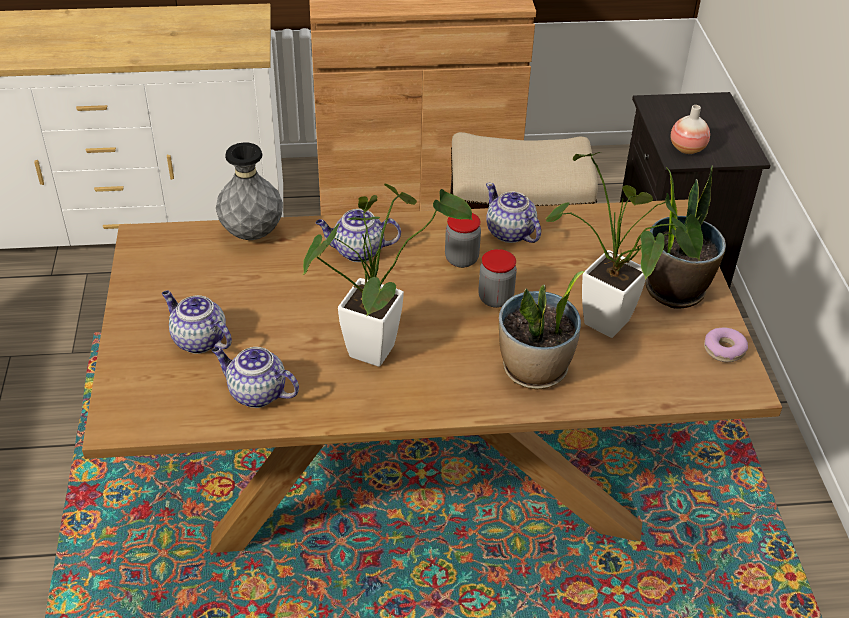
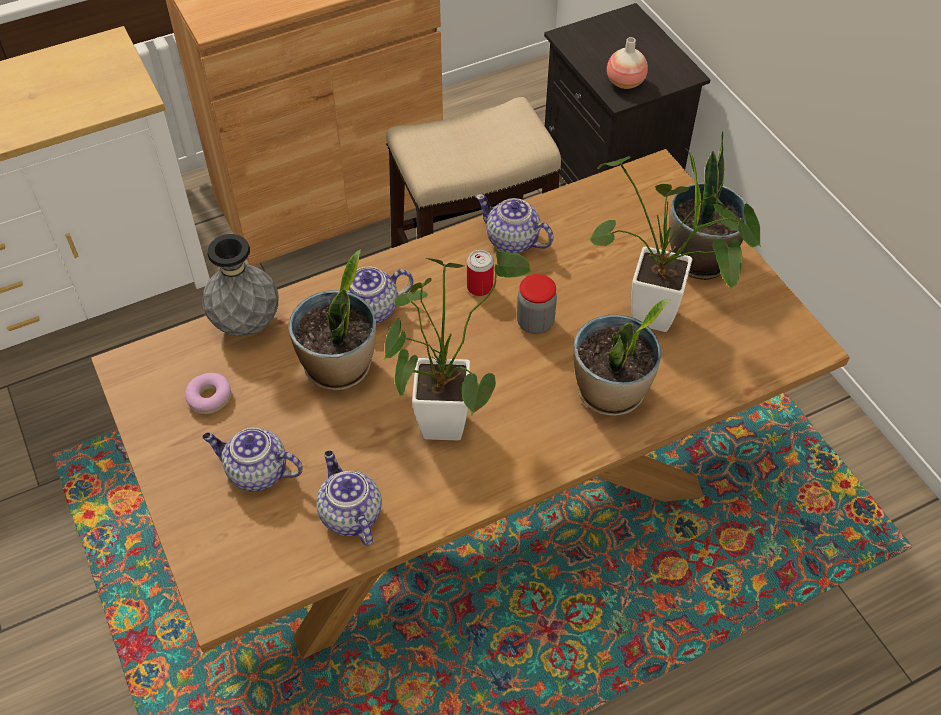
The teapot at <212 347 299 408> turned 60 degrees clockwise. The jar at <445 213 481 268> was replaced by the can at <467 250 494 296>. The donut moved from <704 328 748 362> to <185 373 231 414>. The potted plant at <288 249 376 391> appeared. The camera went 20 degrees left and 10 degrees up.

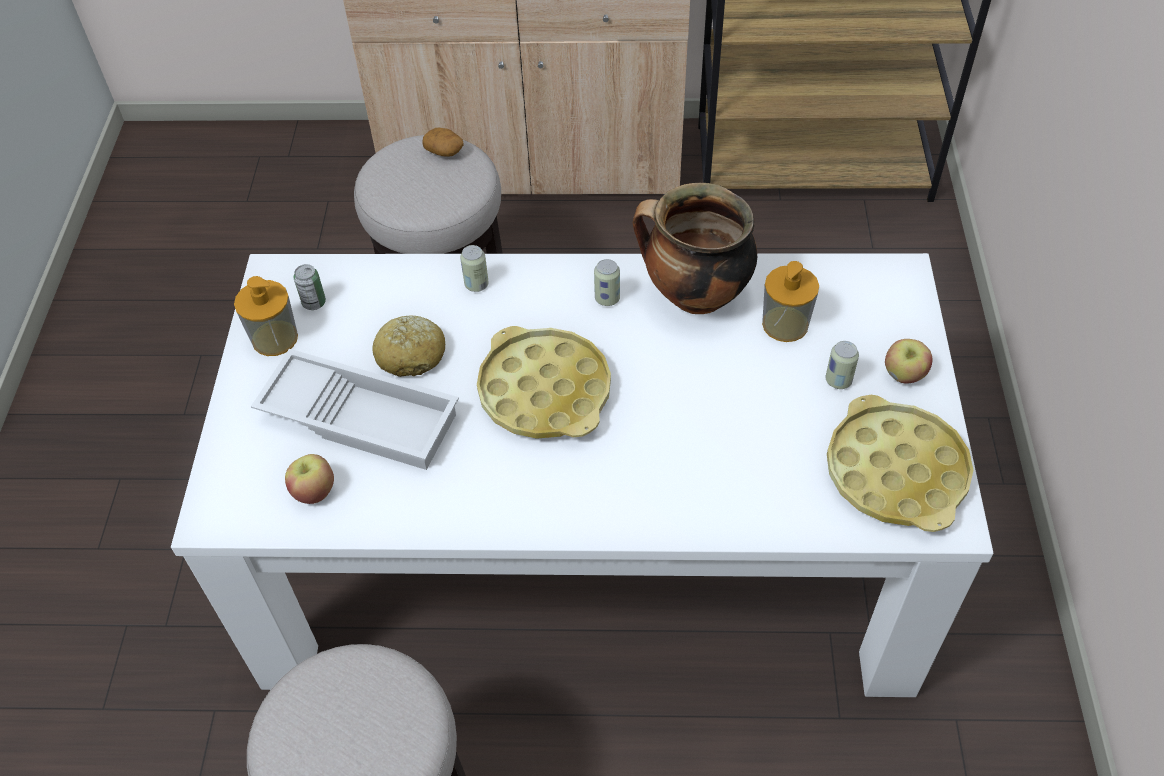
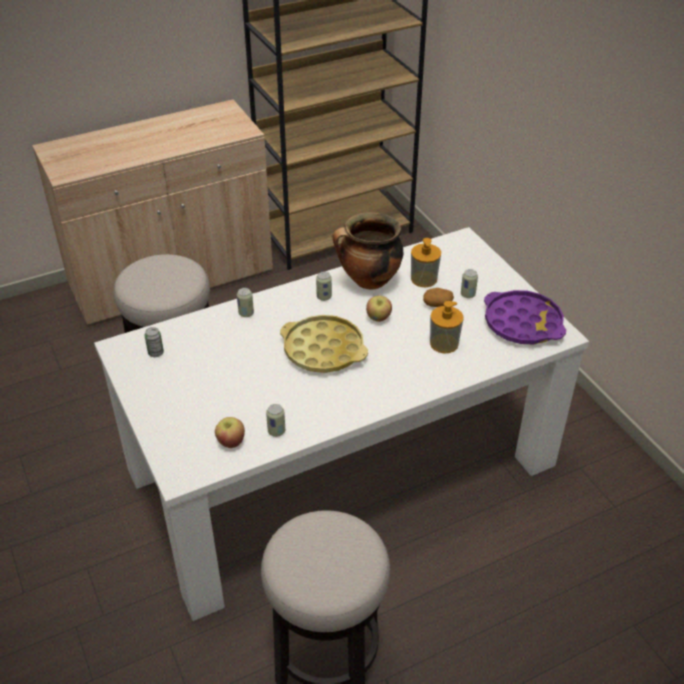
The soap dispenser moved from <234 276 298 356> to <430 301 464 353>. The white tray at <251 349 459 470> disappeared. The bread at <373 315 445 377> disappeared. The potato moved from <422 128 464 157> to <423 288 454 307>. The yellow tray at <827 395 973 532> became the purple tray at <484 290 566 344>. The apple moved from <885 339 932 384> to <366 296 392 322>. The can at <266 404 285 437> appeared. The camera went 30 degrees left and 10 degrees down.

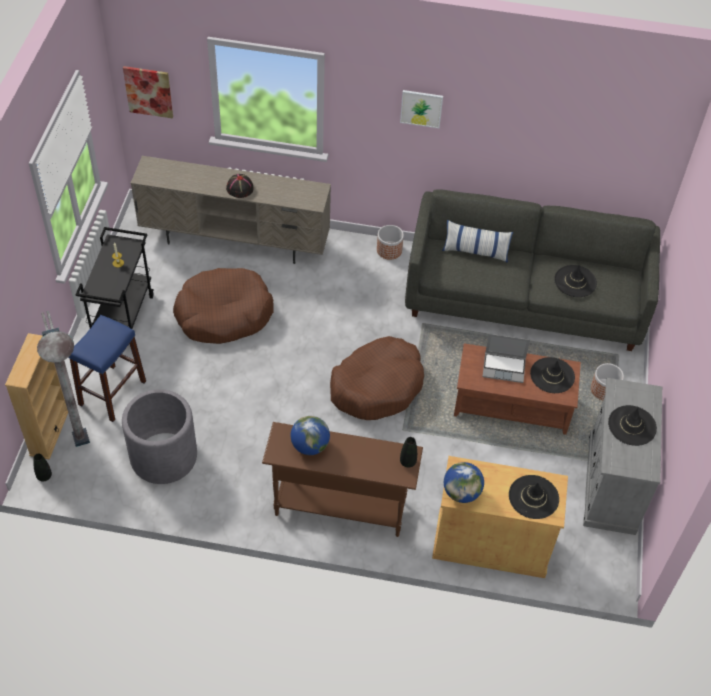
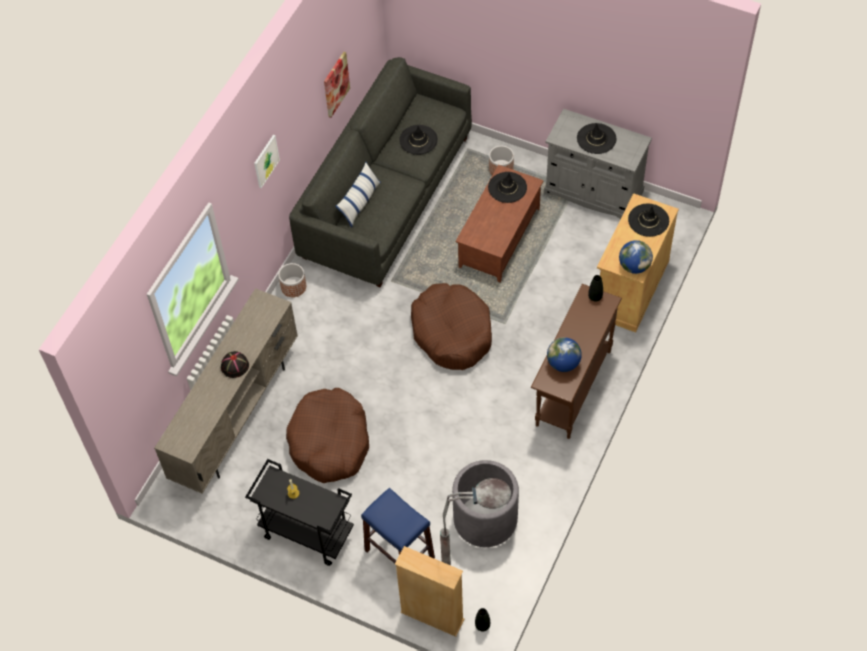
The picture moved from <123 66 173 118> to <324 52 350 118>. The laptop at <482 334 530 383> disappeared. The camera went 70 degrees left and 5 degrees up.

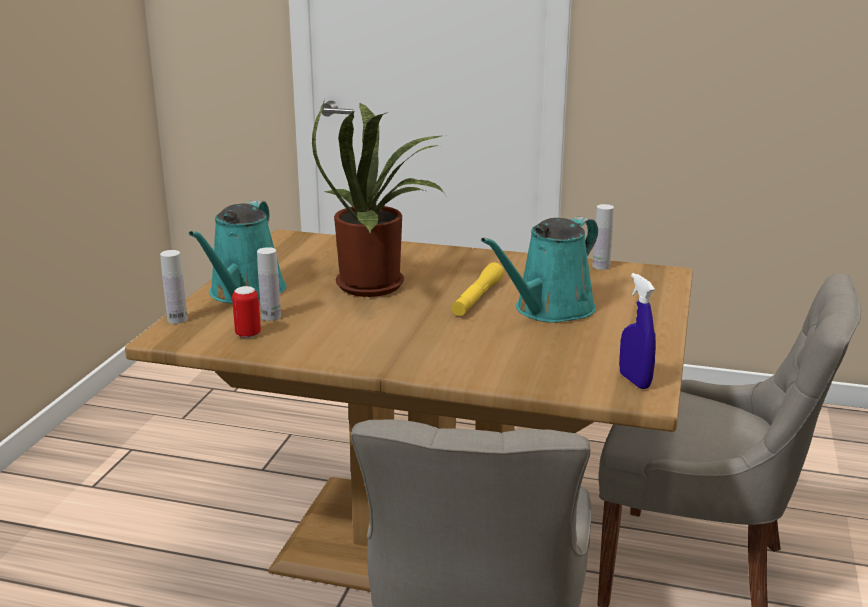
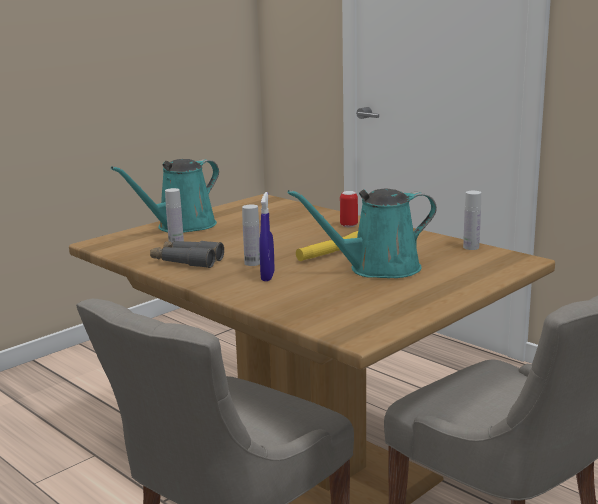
The white bottle moved from <160 250 188 324> to <242 205 260 266>. The can moved from <232 286 261 338> to <340 191 358 227>. The potted plant at <312 99 445 297> disappeared. The blue spray bottle moved from <619 273 656 389> to <260 192 275 281>. The grey binoculars at <150 241 224 268> appeared. The camera went 30 degrees right and 5 degrees down.

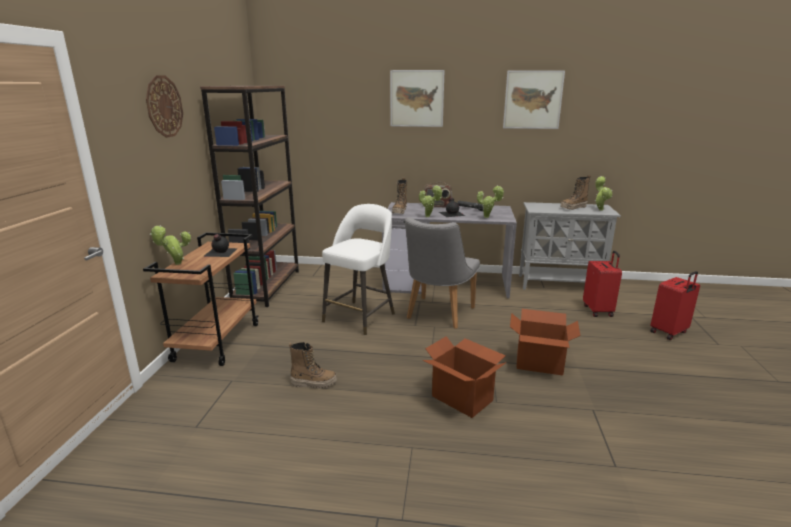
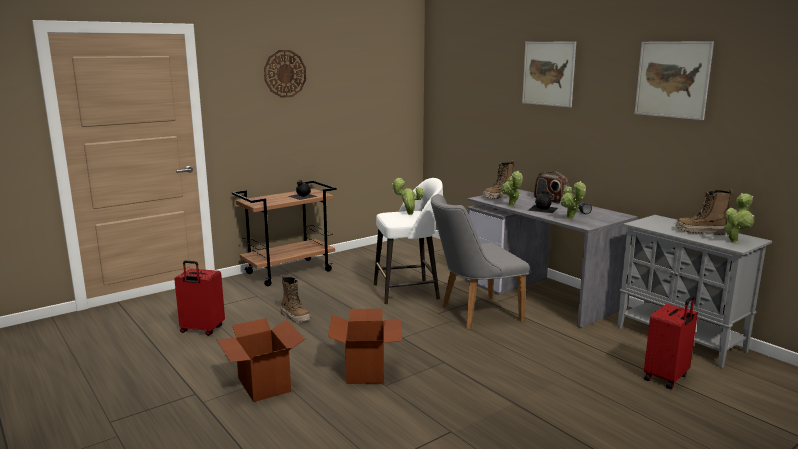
The potted plant moved from <150 225 191 265> to <392 178 424 215>. The brown bookcase at <200 86 299 307> disappeared. The cardboard box moved from <510 309 581 376> to <217 318 305 402>. The red suitcase moved from <650 271 700 340> to <174 261 225 336>. The camera went 45 degrees right and 5 degrees down.

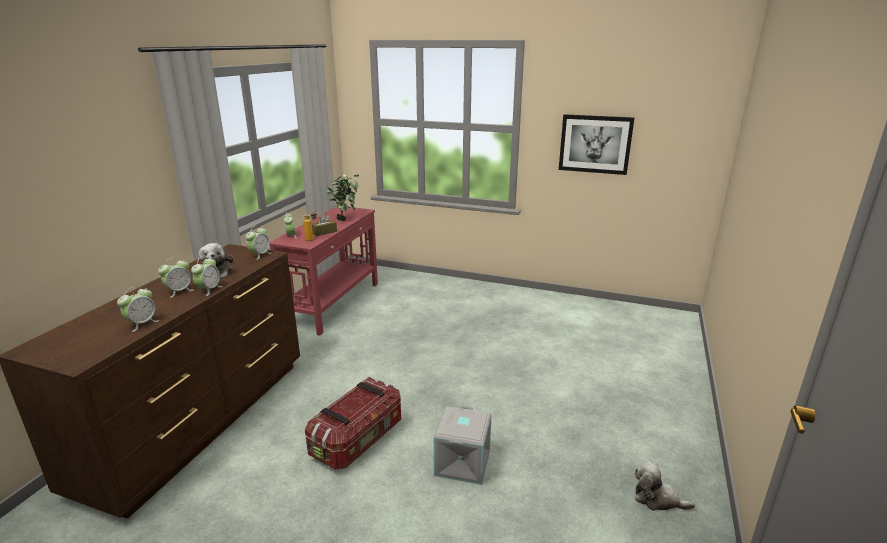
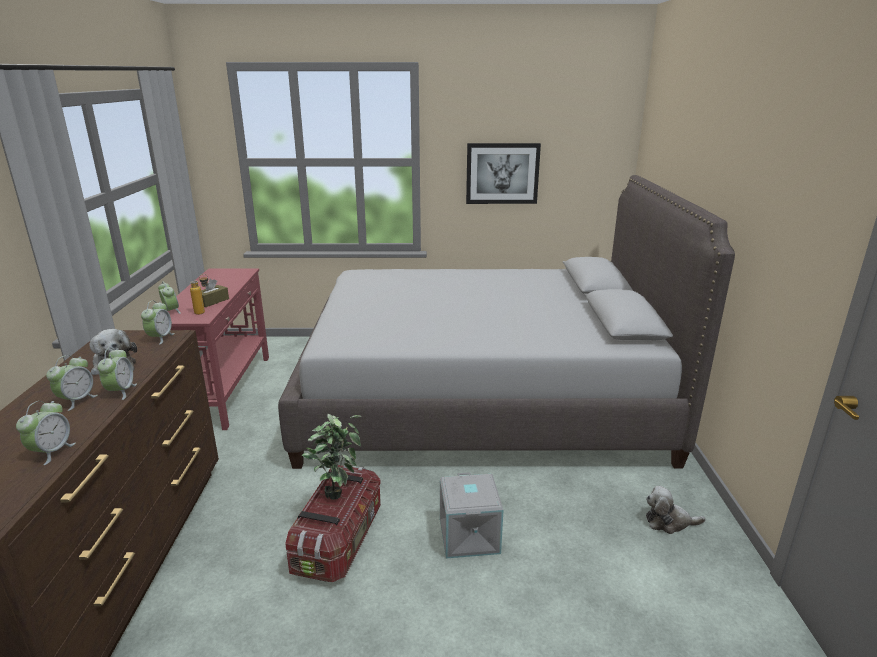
The potted plant moved from <326 174 359 221> to <302 414 361 500>. The grey bed at <278 175 735 469> appeared. The camera went 20 degrees left and 0 degrees up.

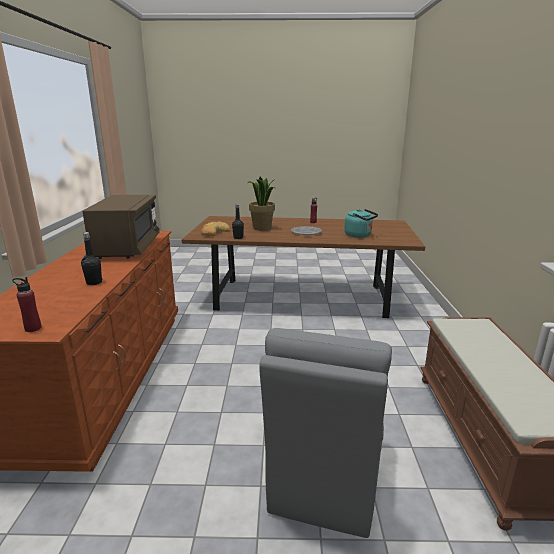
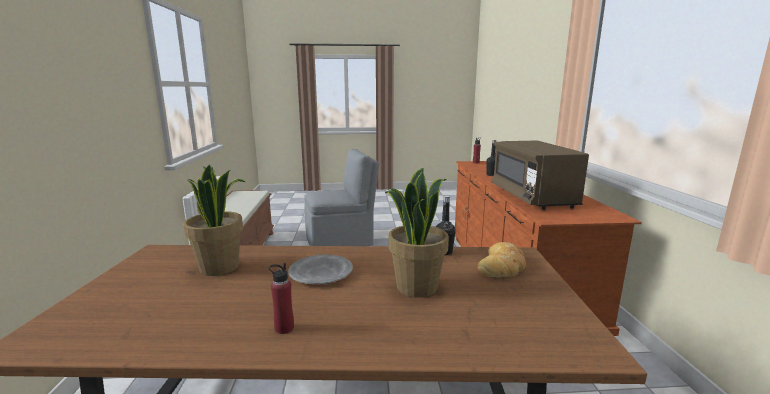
The grey chair at <259 328 392 538> turned 60 degrees clockwise. The turquoise kettle at <345 209 378 238> was replaced by the potted plant at <183 165 245 276>. The camera went 175 degrees right and 5 degrees down.

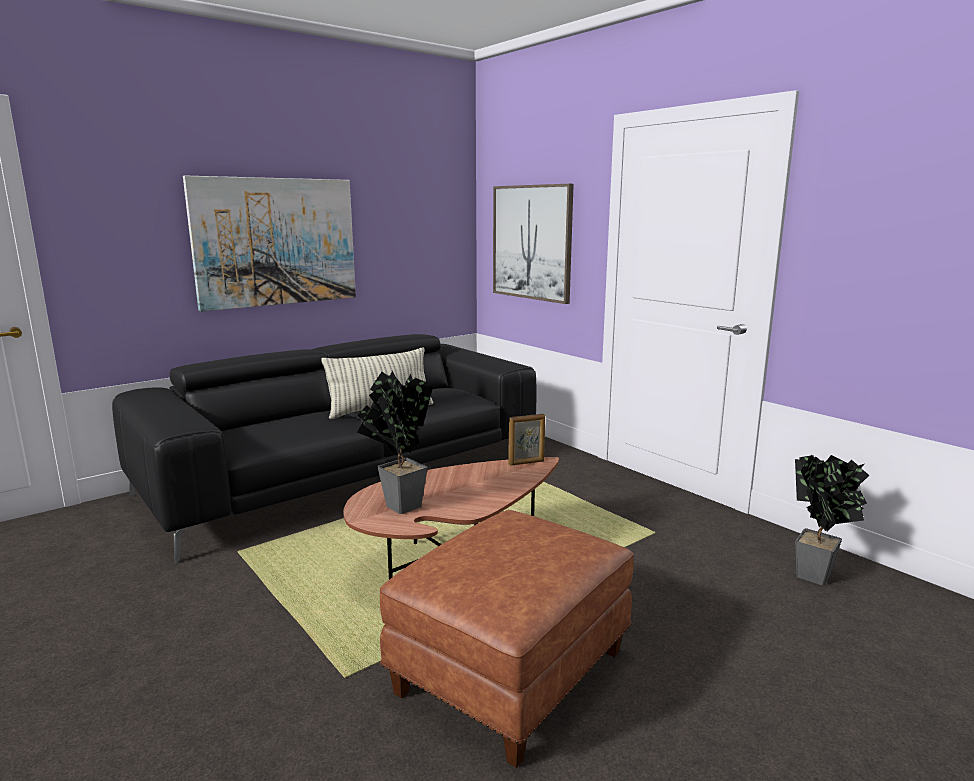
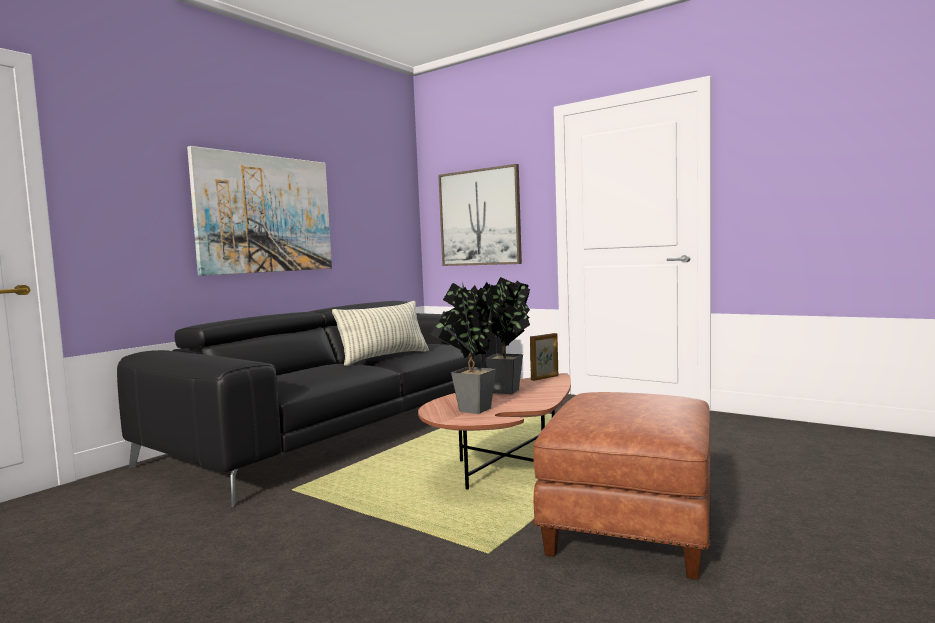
The potted plant moved from <795 455 869 586> to <482 277 530 394>. The camera went 15 degrees left and 10 degrees down.

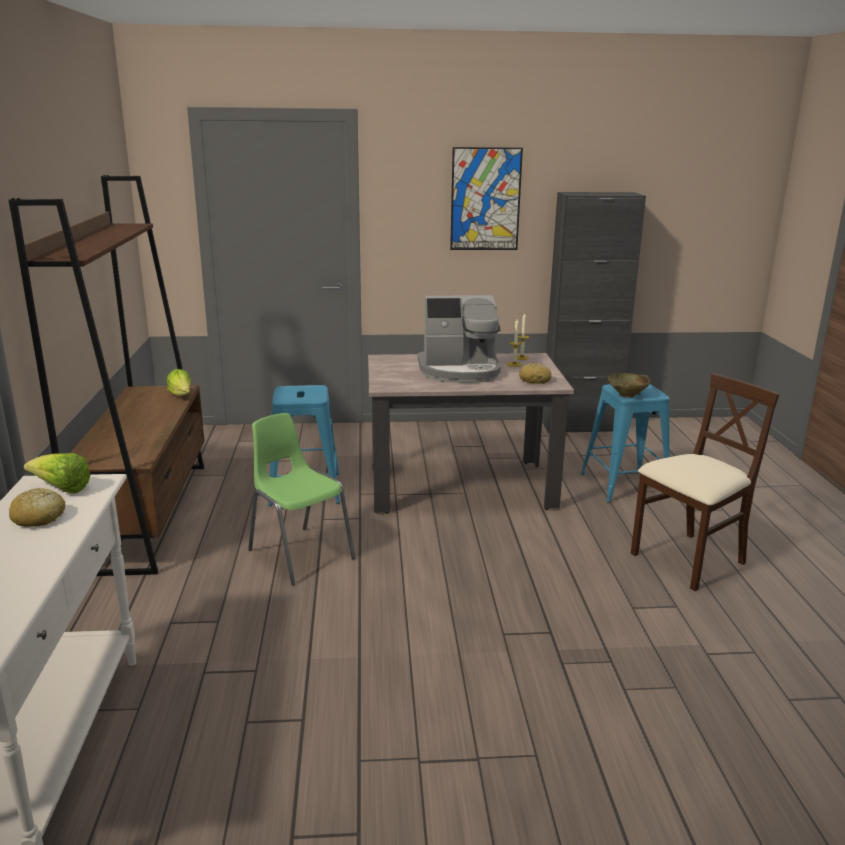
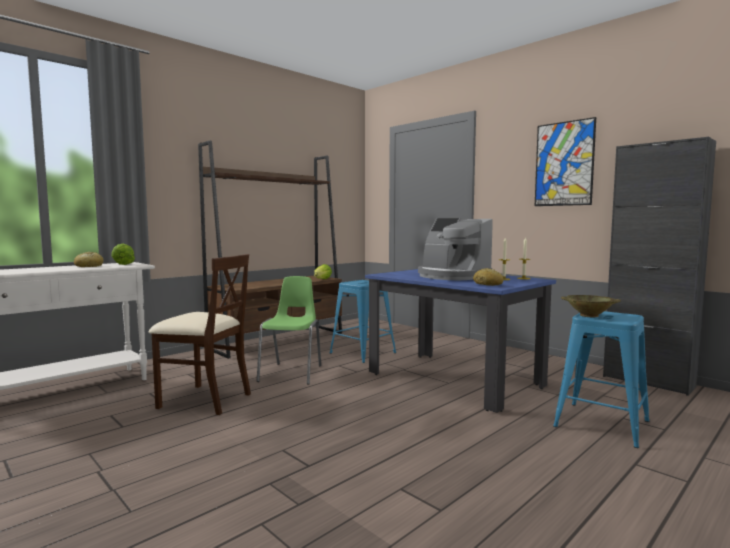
The beige dining table at <368 353 574 514> became the blue dining table at <365 269 556 413>. The beige chair moved from <631 373 779 591> to <149 254 251 415>. The camera went 50 degrees right and 15 degrees down.

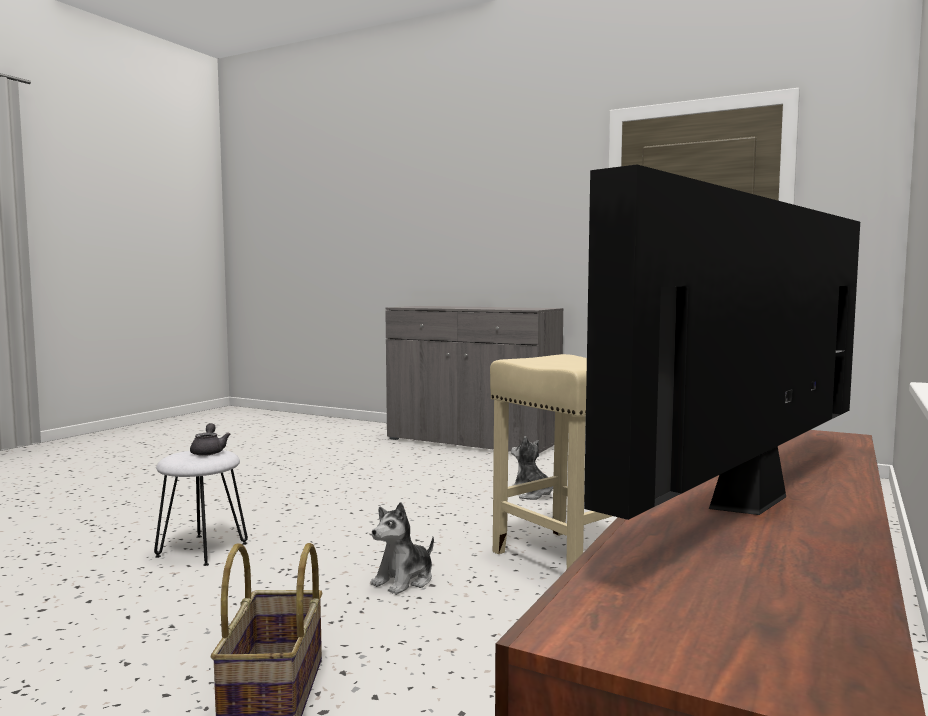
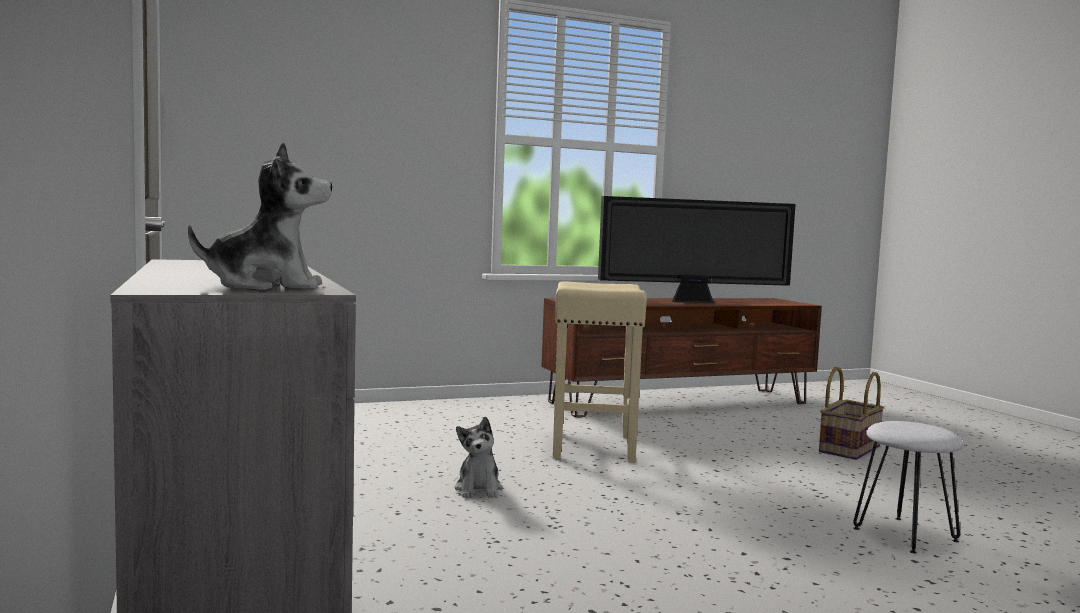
The grey teapot at <190 423 231 456> disappeared. The plush toy moved from <371 502 434 595> to <188 142 332 290>. The camera went 140 degrees left and 0 degrees up.

